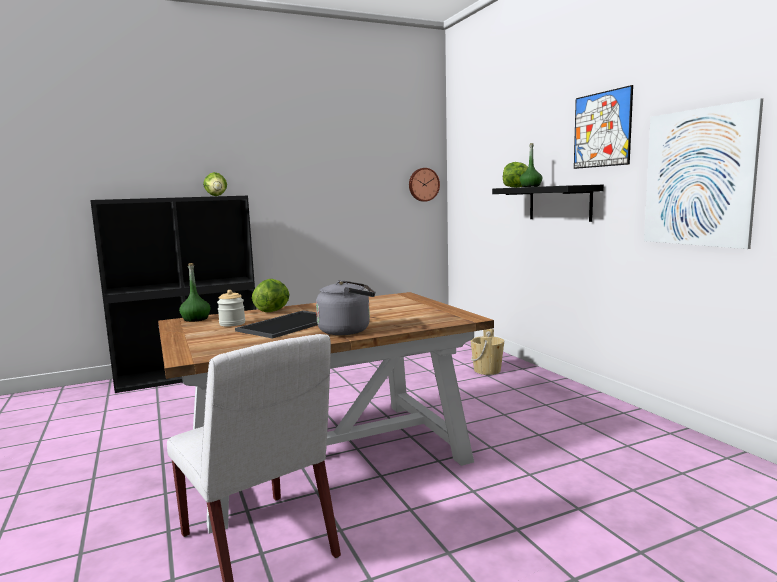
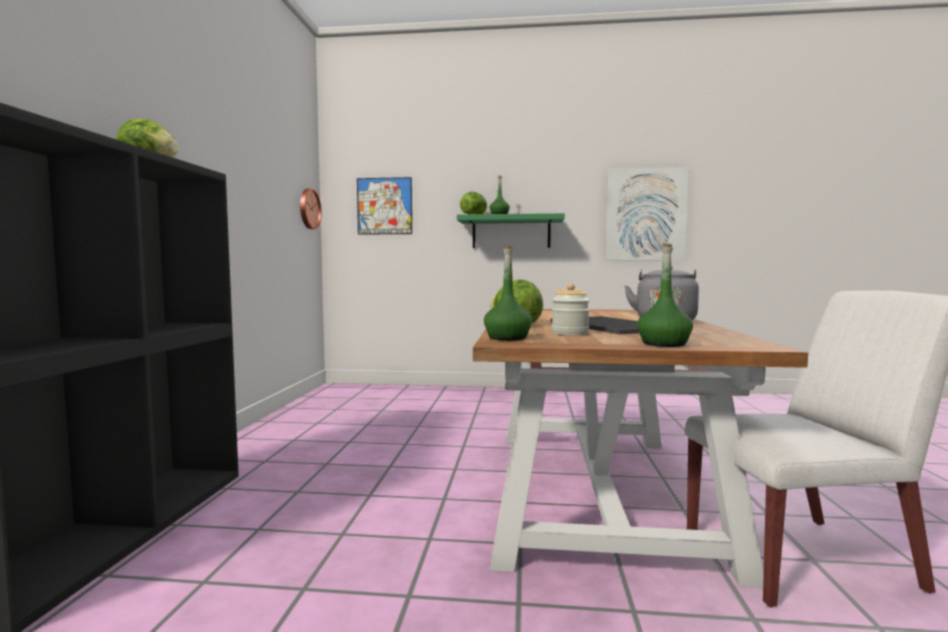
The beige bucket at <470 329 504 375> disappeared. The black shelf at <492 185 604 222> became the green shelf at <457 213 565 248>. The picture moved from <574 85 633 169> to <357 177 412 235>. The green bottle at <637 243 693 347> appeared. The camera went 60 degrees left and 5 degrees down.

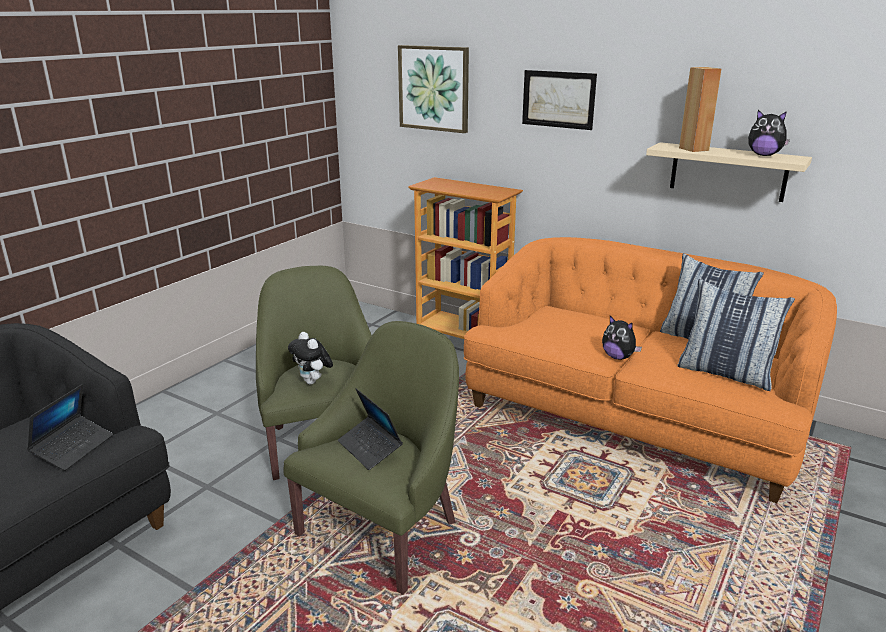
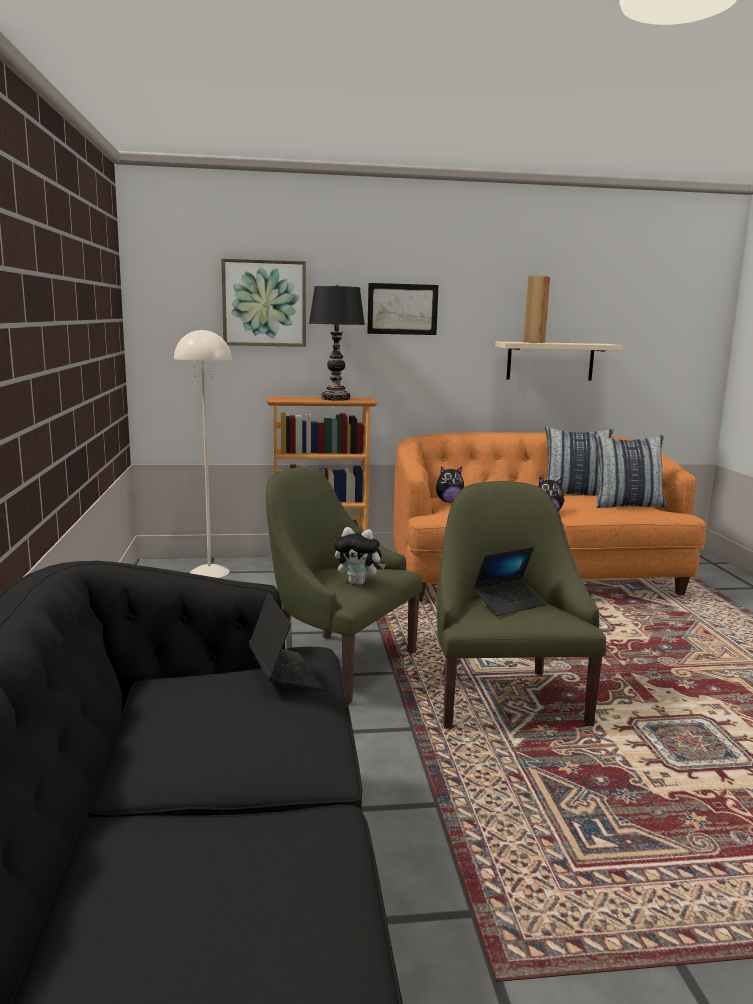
The laptop at <338 388 403 470> turned 45 degrees counterclockwise. The plush toy moved from <748 110 790 156> to <436 466 464 502>. The beige floor lamp at <174 328 232 578> appeared. The black table lamp at <309 285 365 401> appeared. The camera went 40 degrees left and 10 degrees down.

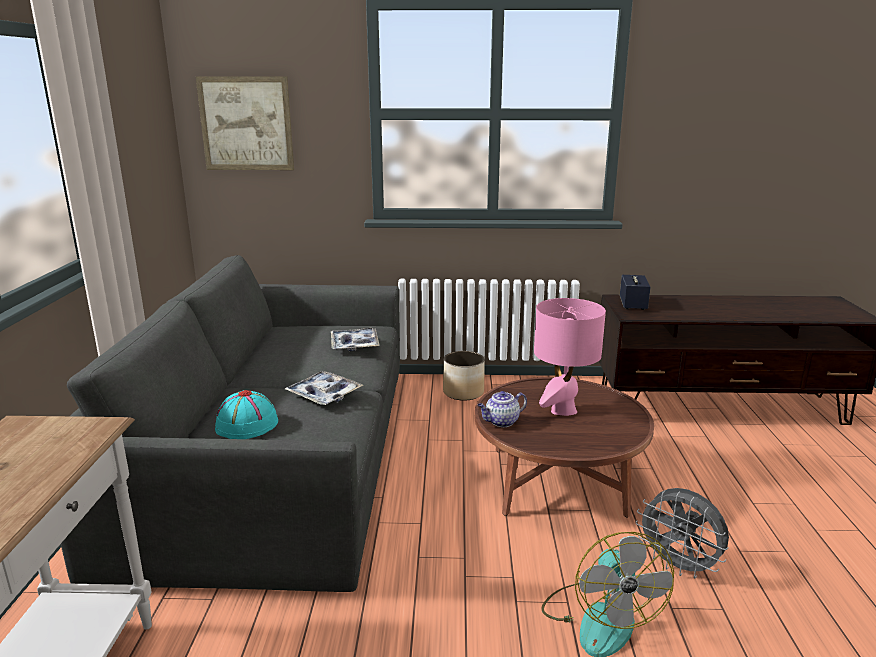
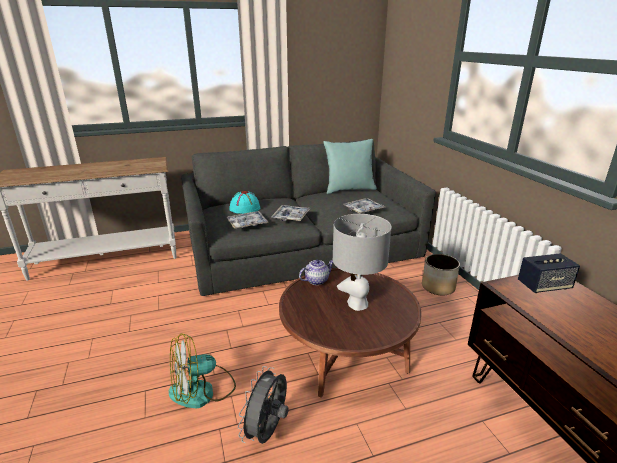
The picture at <196 76 294 170> disappeared. The teapot at <478 391 527 427> turned 105 degrees clockwise. The pink table lamp at <534 298 606 416> became the grey table lamp at <333 214 391 311>. The tray at <227 211 269 229> appeared. The turquoise pillow at <324 139 377 194> appeared. The camera went 70 degrees right and 5 degrees up.

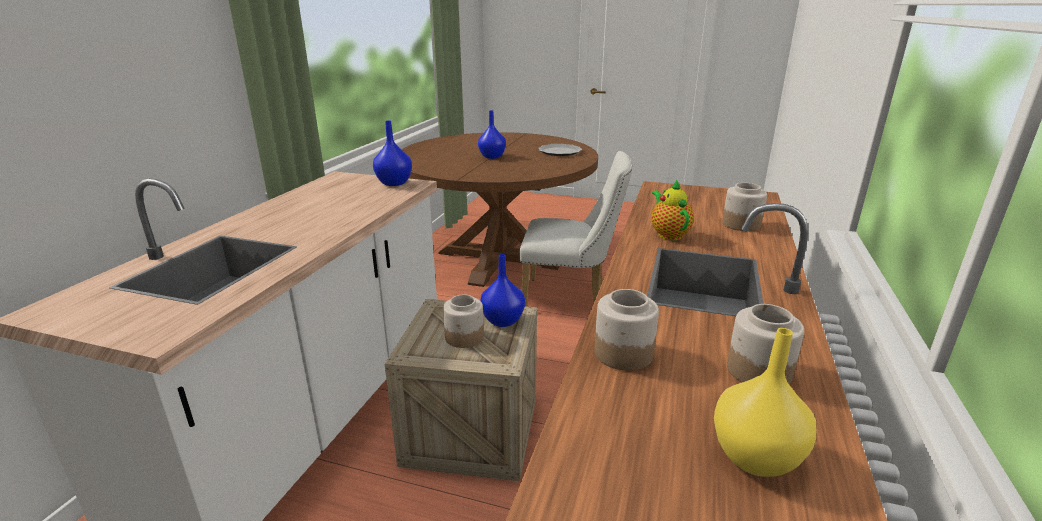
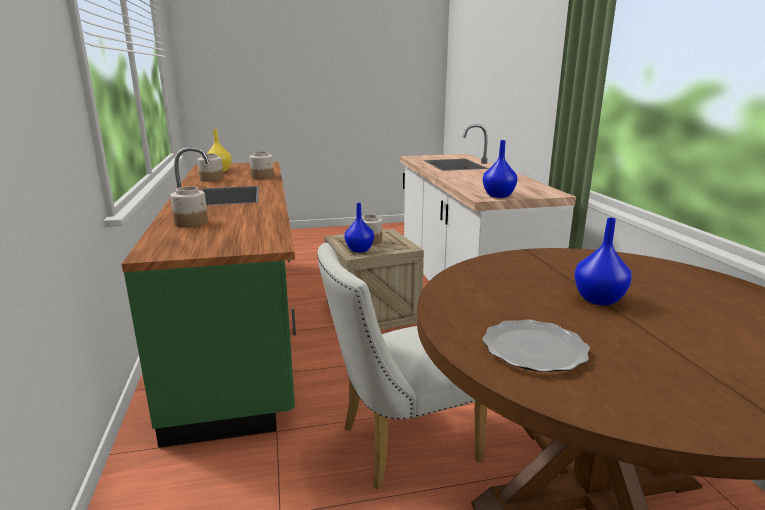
The teapot at <652 179 694 240> disappeared. The camera went 150 degrees right and 5 degrees down.

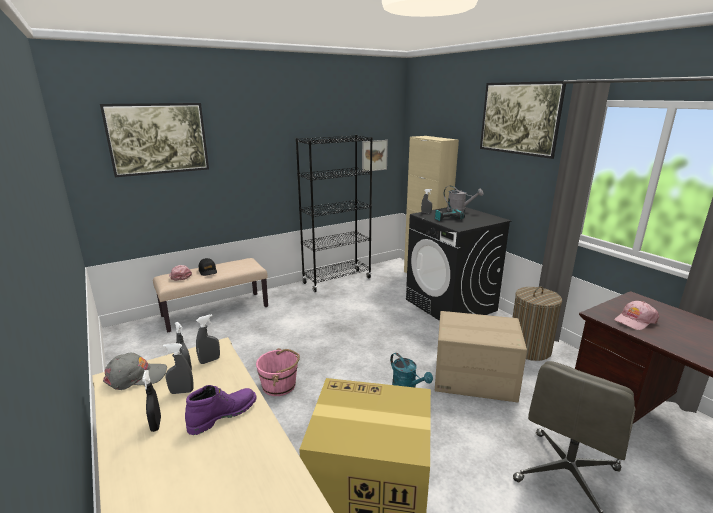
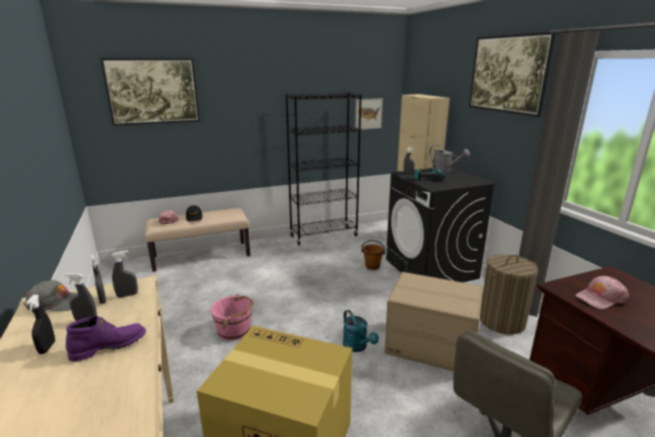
The brown bucket at <361 240 385 270> appeared. The camera went 10 degrees right and 0 degrees up.

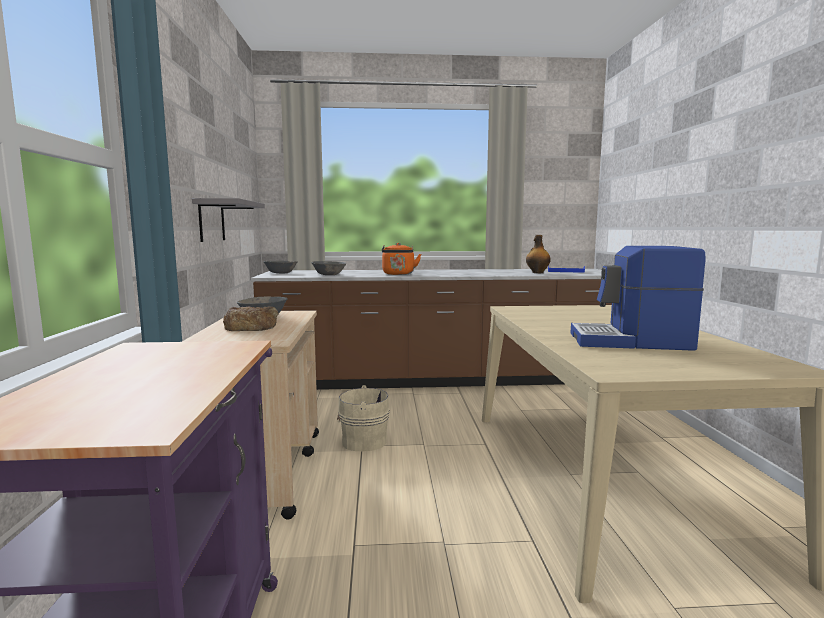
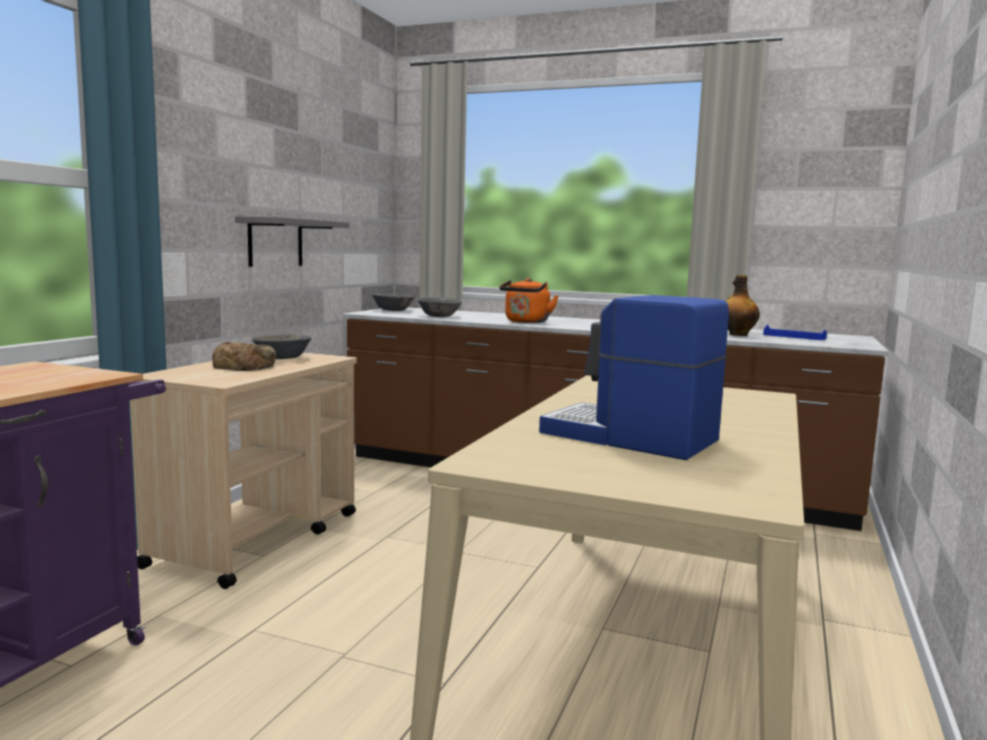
The beige bucket at <337 385 390 451> disappeared. The camera went 25 degrees right and 0 degrees up.

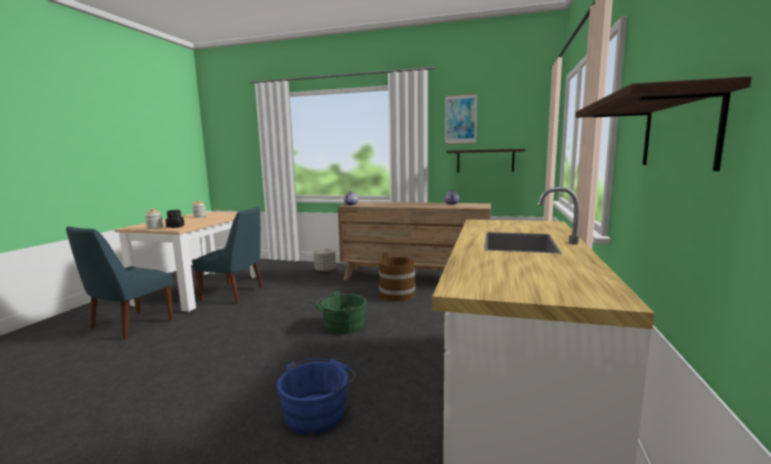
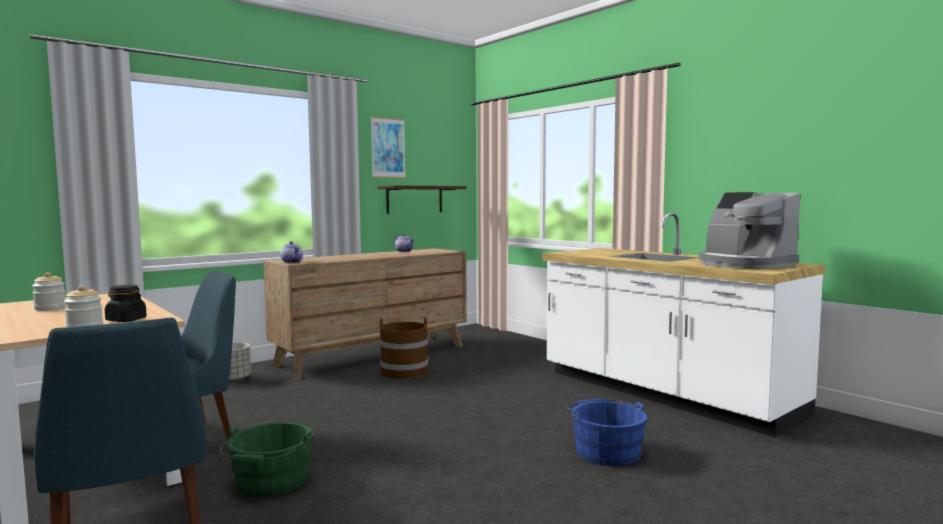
The green bucket moved from <316 291 367 334> to <220 422 313 497>. The shelf at <576 76 752 171> disappeared. The coffee machine at <699 192 800 269> appeared. The camera went 55 degrees left and 5 degrees down.

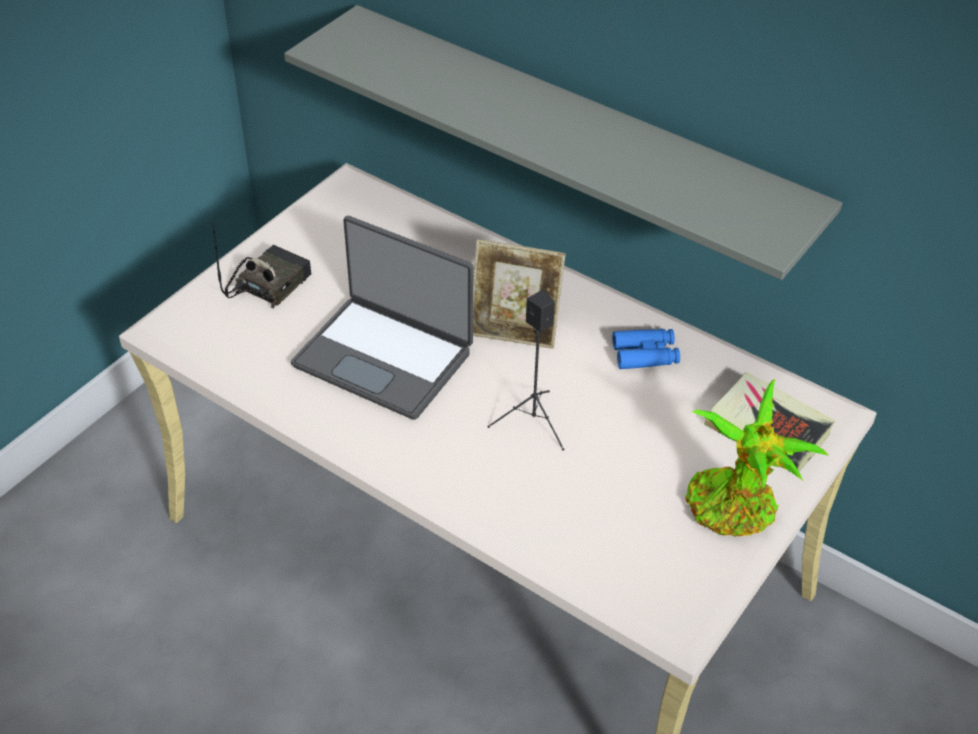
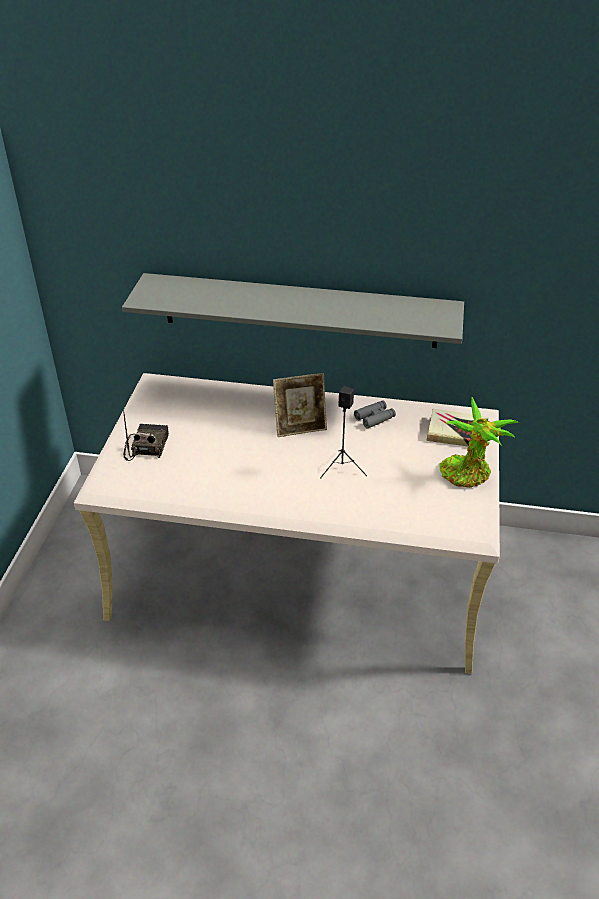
The laptop at <291 216 473 420> disappeared. The blue binoculars at <613 329 680 369> became the grey binoculars at <354 400 396 429>. The camera went 25 degrees left and 5 degrees down.

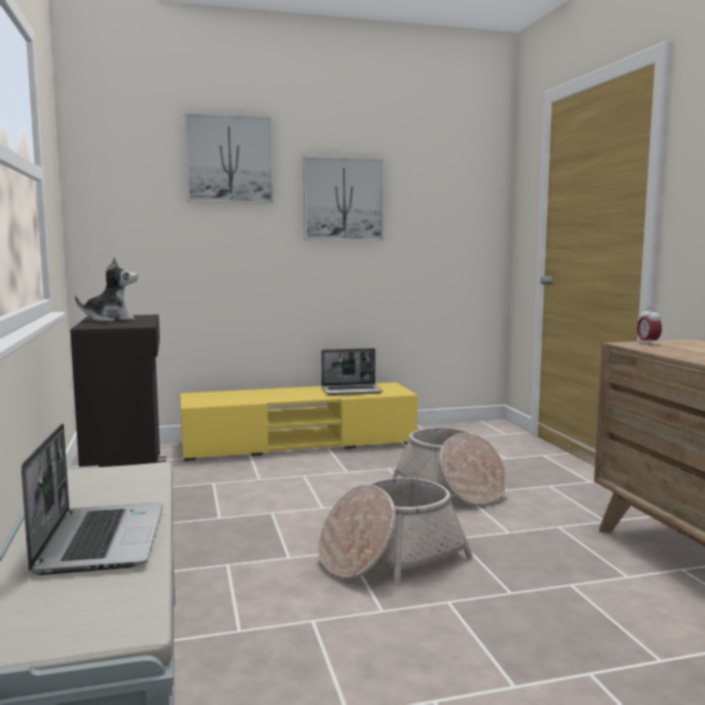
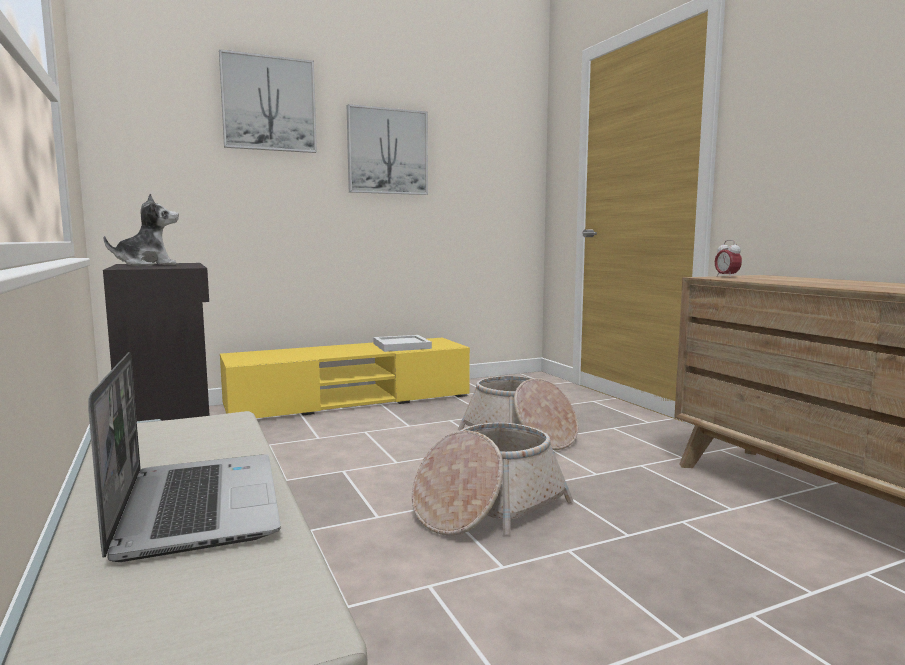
The laptop at <321 348 383 395> was replaced by the white tray at <373 335 432 352>. The camera went 10 degrees left and 0 degrees up.

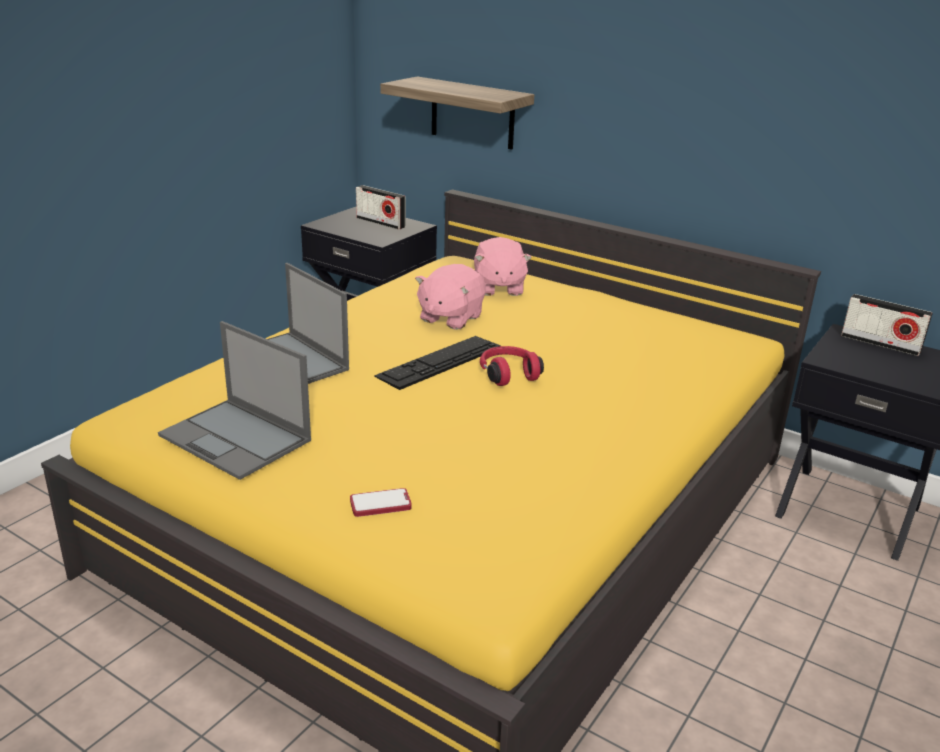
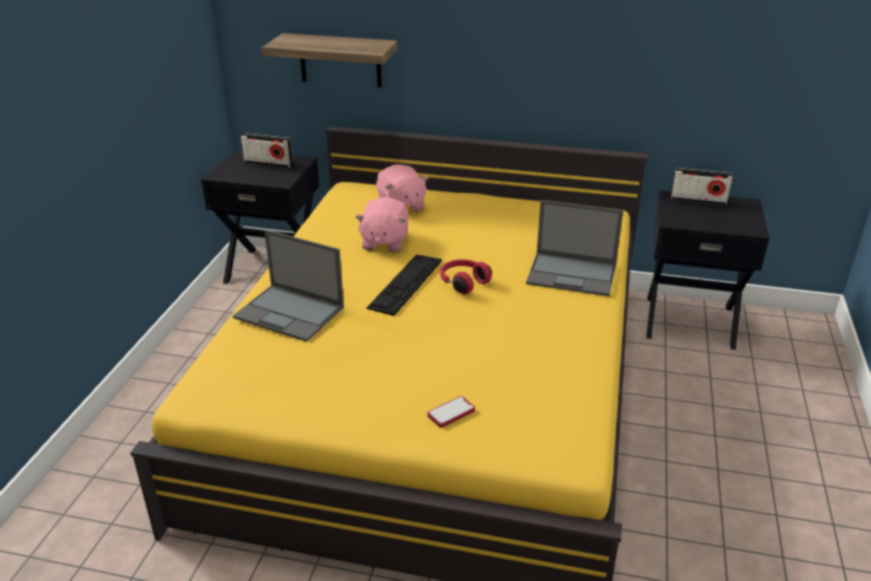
The laptop moved from <158 321 311 480> to <526 200 623 296>. The camera went 20 degrees left and 5 degrees up.

